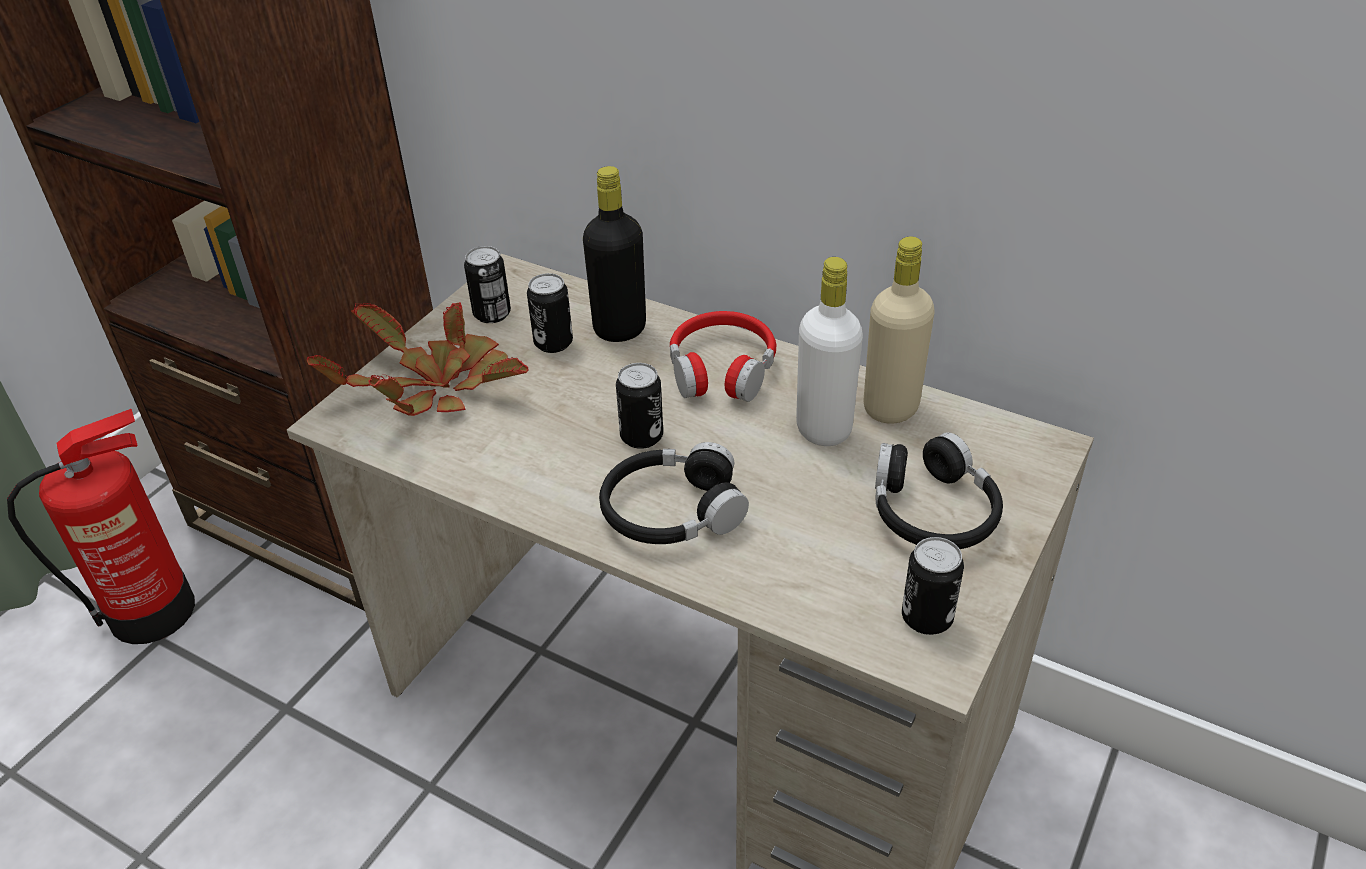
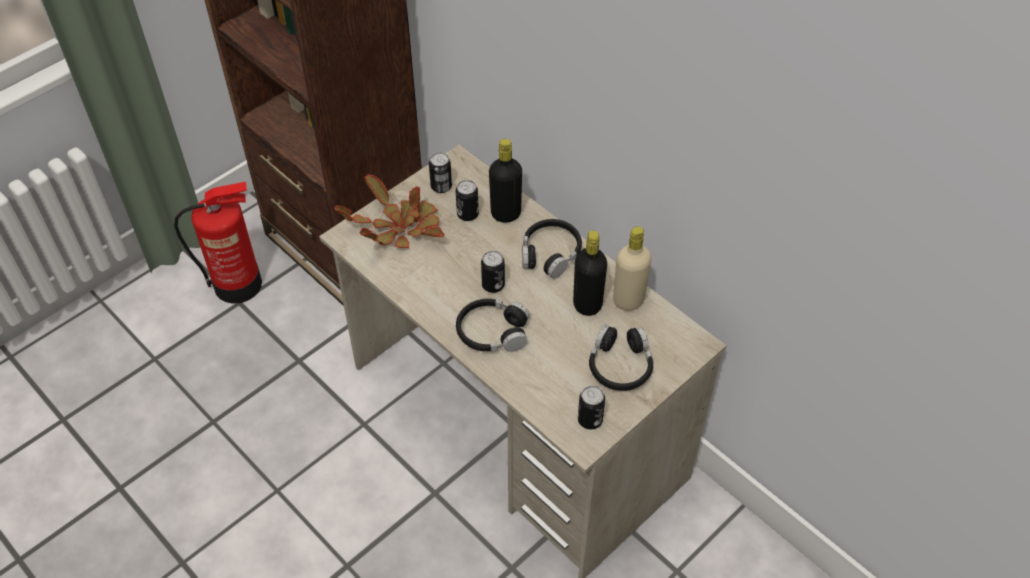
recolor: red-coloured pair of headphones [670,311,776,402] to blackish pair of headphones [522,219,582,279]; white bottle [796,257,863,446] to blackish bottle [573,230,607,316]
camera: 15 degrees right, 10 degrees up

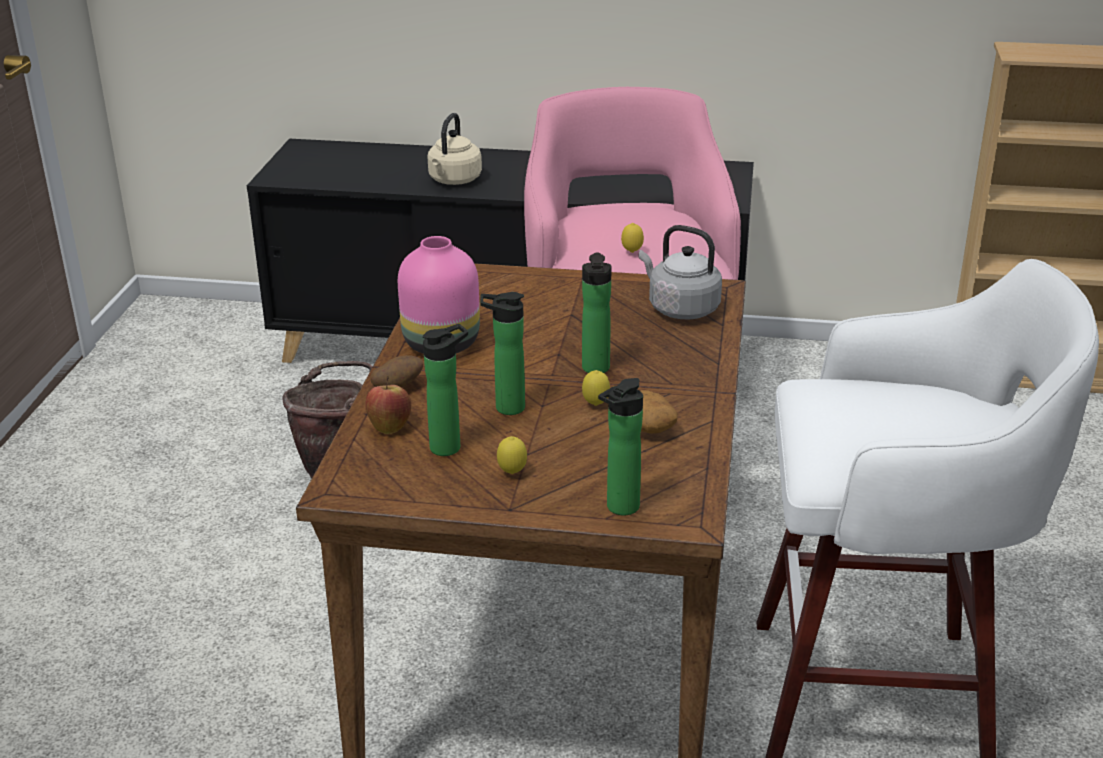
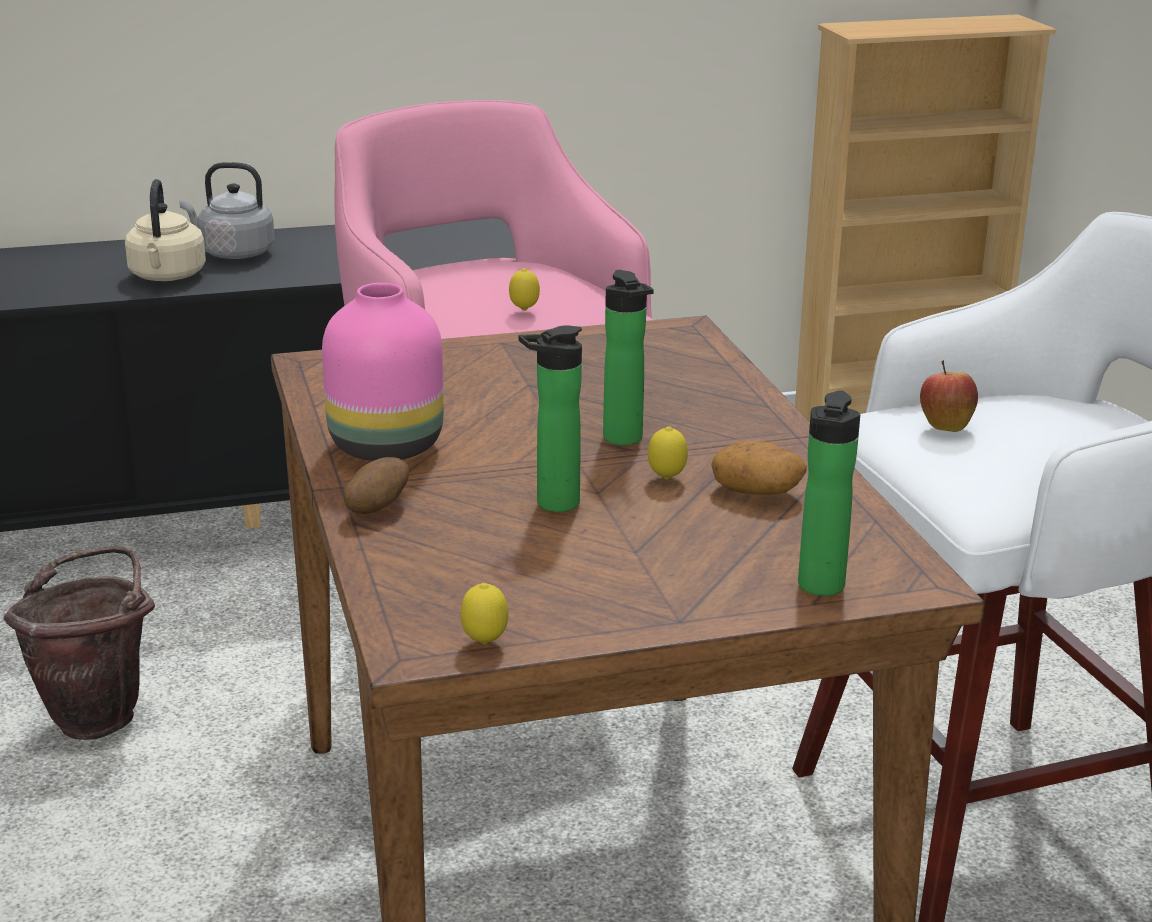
delete: bottle [423,324,468,456]
move: greyish kettle [639,225,722,320] to [179,162,275,259]; citrus fruit [497,436,527,474] to [460,583,509,644]; apple [365,376,411,434] to [920,360,978,432]
camera: 25 degrees left, 5 degrees down

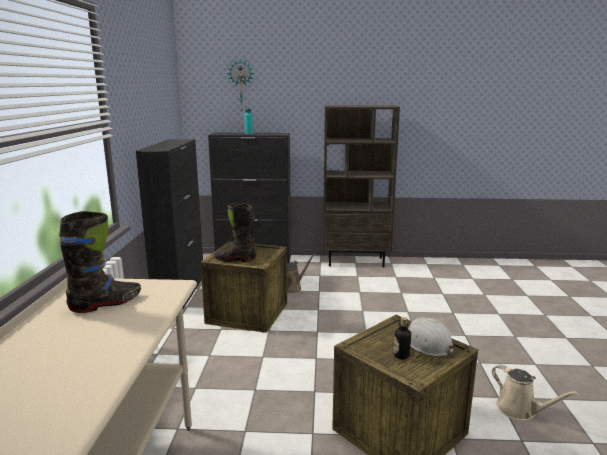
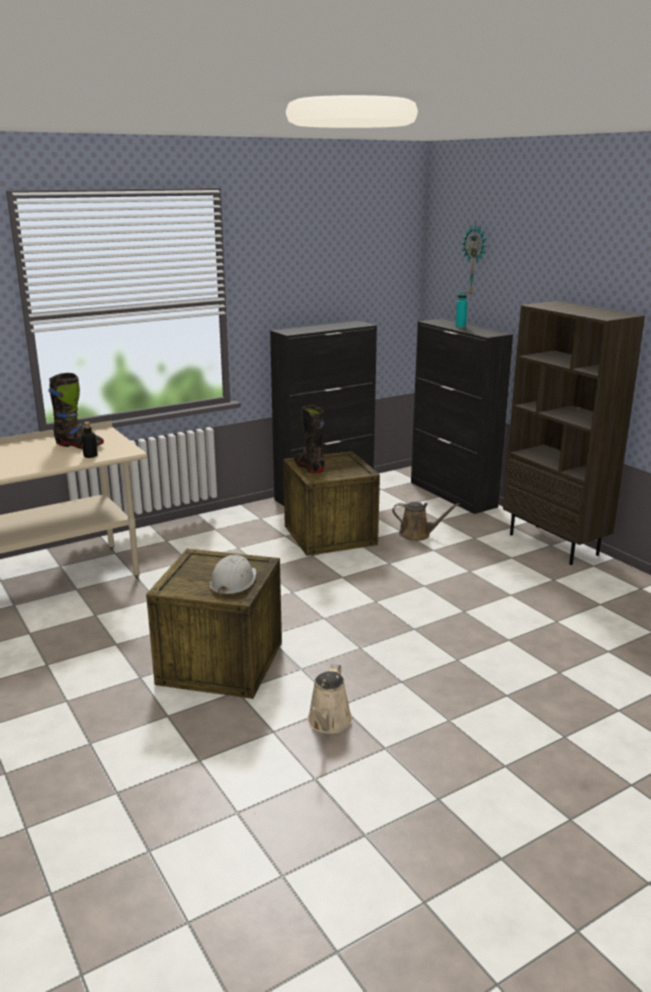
move: bottle [394,317,411,359] to [81,422,98,458]
camera: 55 degrees right, 5 degrees up

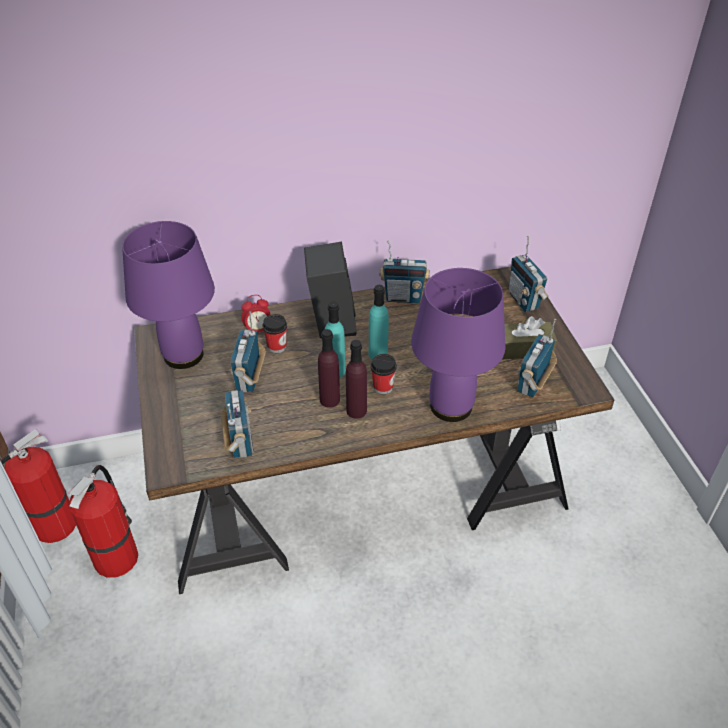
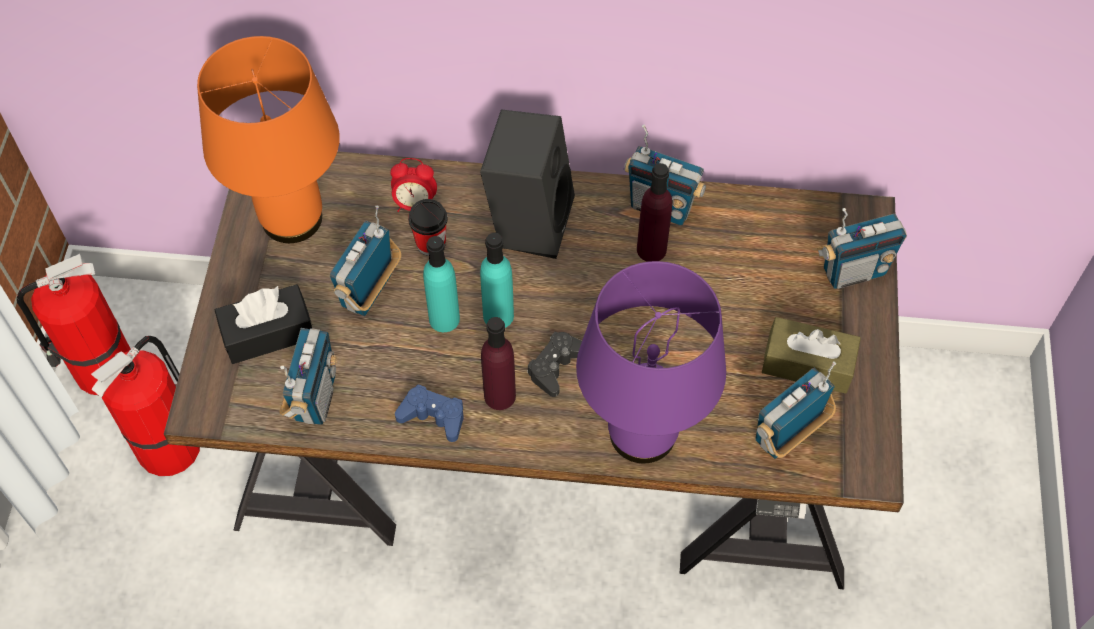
insert: blackish tissue box [215,284,312,364]; bluish joypad [395,384,464,442]
move: turquoise bottle [369,285,389,360] to [423,236,460,332]; purple-coloured bottle [318,329,340,408] to [637,163,672,262]
replace: cup [371,354,397,394] to blackish joypad [527,332,582,397]
recolor: purple-coloured tabletop lamp [122,221,215,369] to orange tabletop lamp [197,36,340,243]
rotate: radio set [509,236,549,312] = [817,208,907,289] 105 degrees counterclockwise
camera: 20 degrees right, 15 degrees up

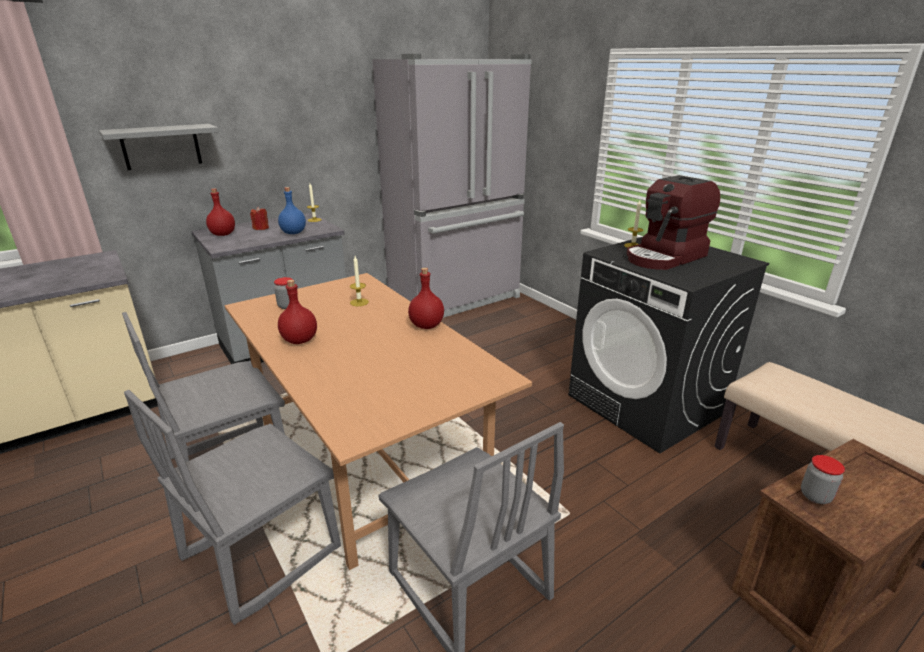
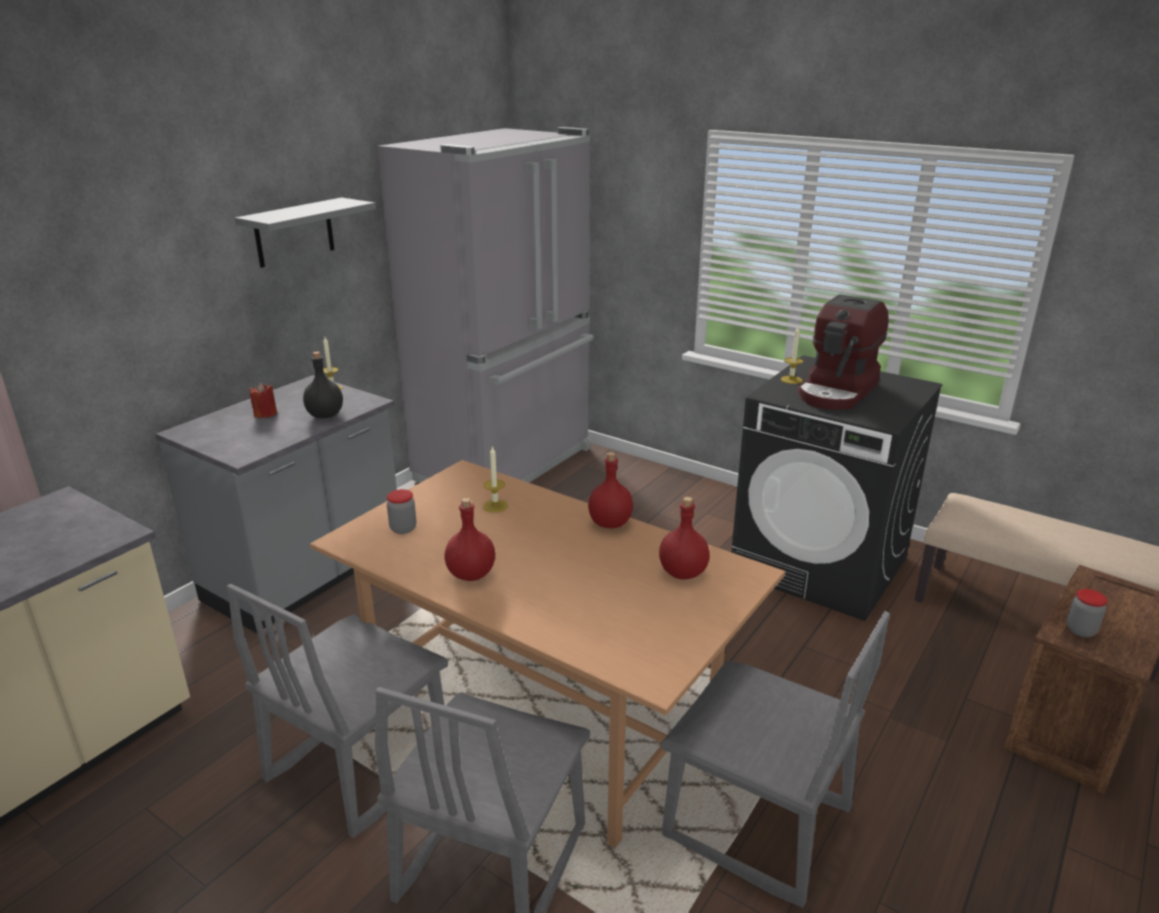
move: greyish wall shelf [99,124,219,170] to [234,197,376,268]; red-coloured bottle [206,188,235,236] to [659,497,710,579]
recolor: bluish bottle [278,187,306,234] to blackish bottle [303,352,343,418]
camera: 20 degrees left, 0 degrees up

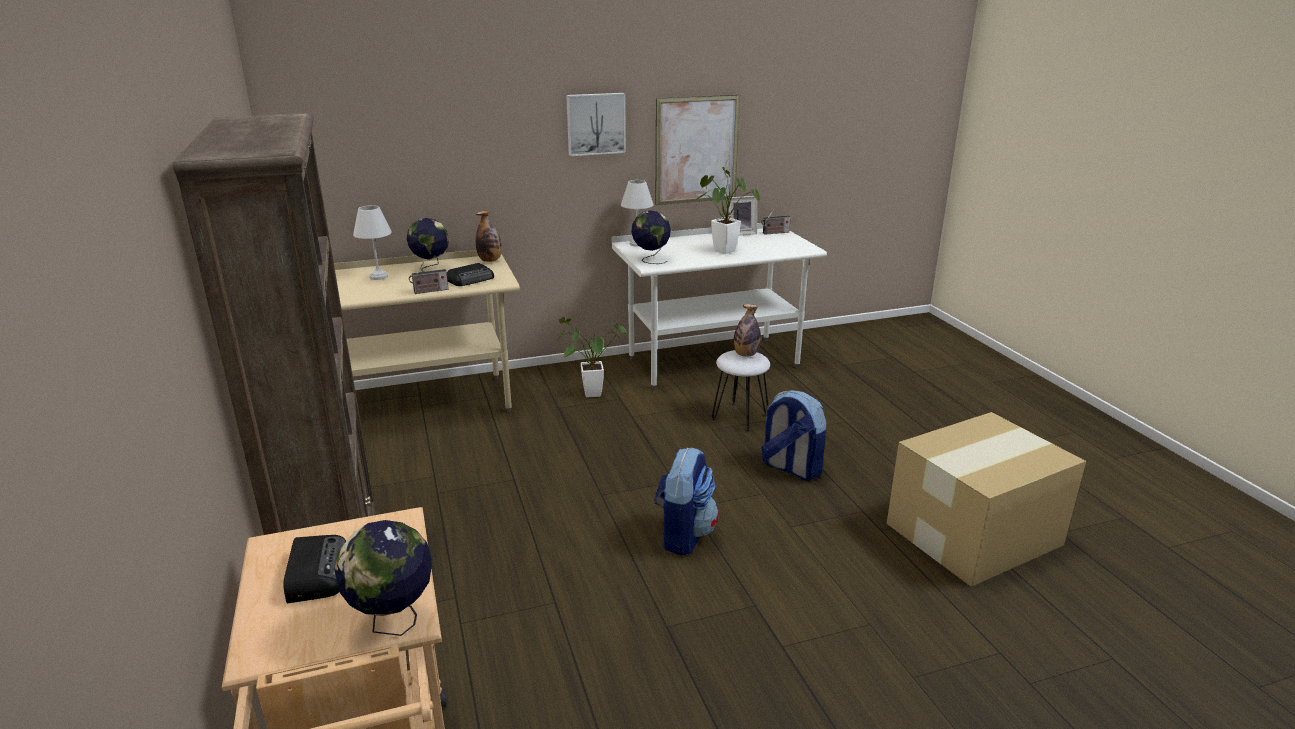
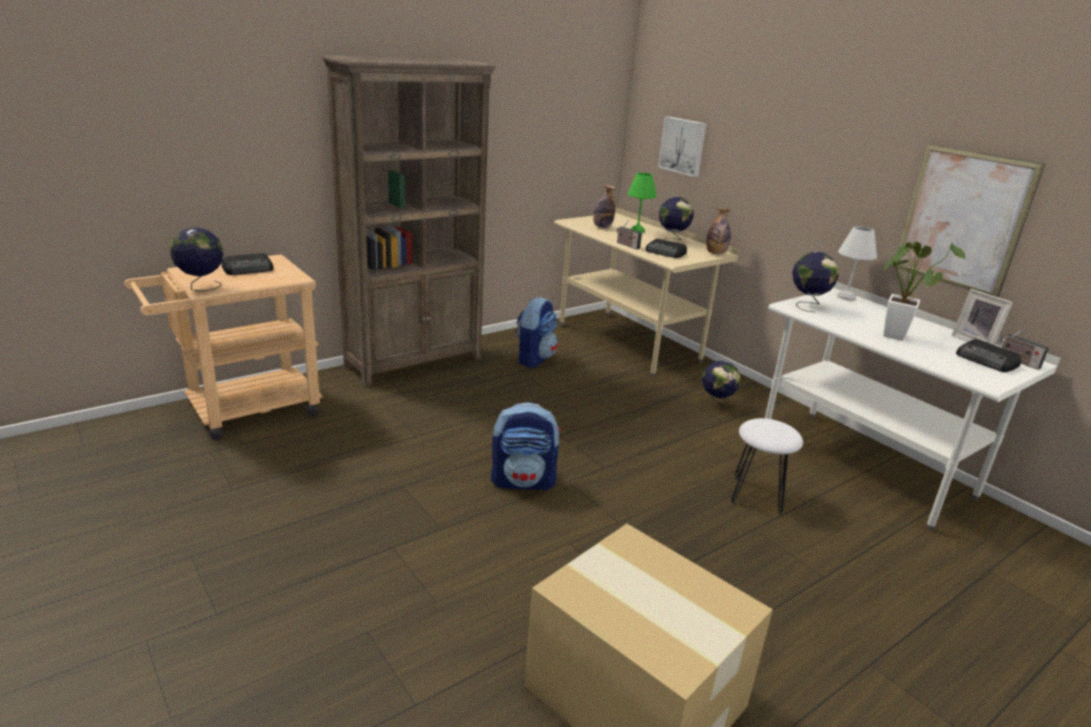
insert: radio set [956,339,1021,372]
move: knapsack [761,390,826,481] to [516,296,558,368]; bottle [734,304,761,356] to [593,185,616,228]; wall picture [566,93,626,156] to [658,116,706,177]
replace: plant in a pot [556,317,627,398] to desk globe [702,361,741,409]
recolor: white tabletop lamp [353,205,392,280] to greenish tabletop lamp [627,173,657,233]
camera: 70 degrees right, 0 degrees up

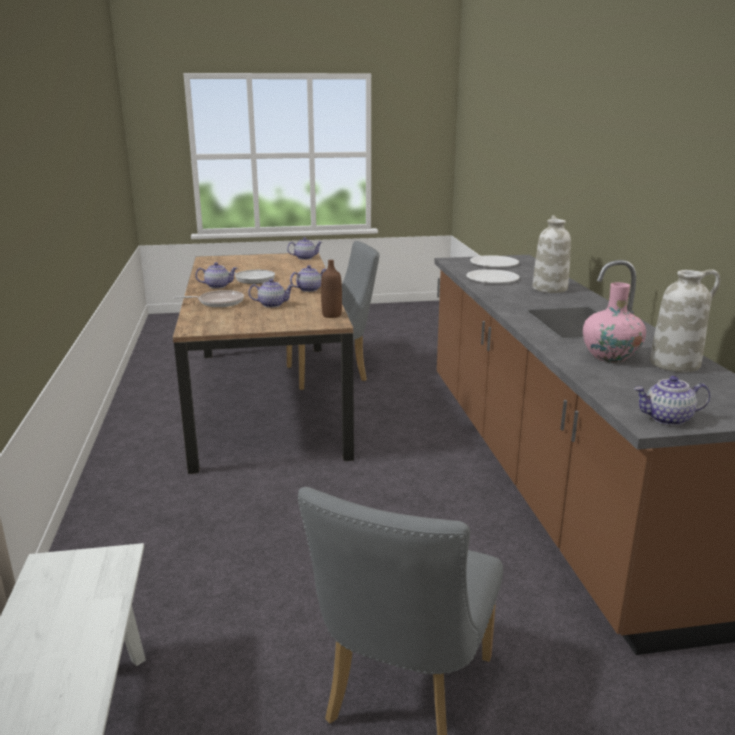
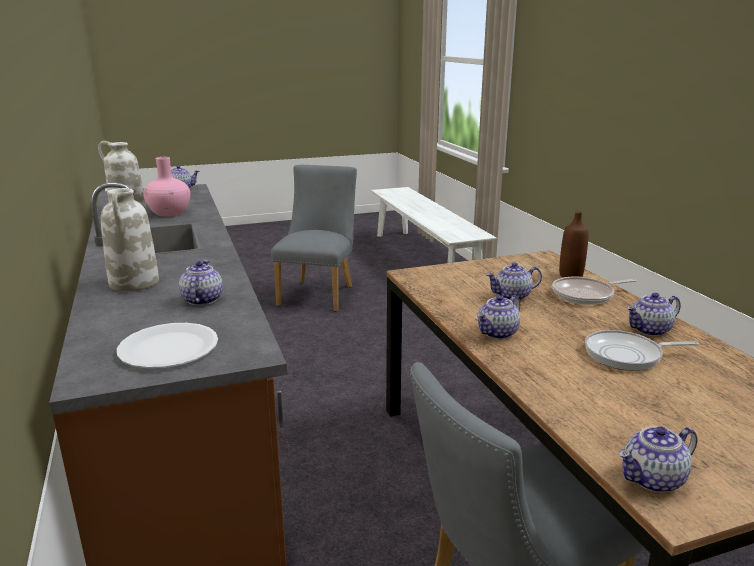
move: brown bottle [321,260,342,318] to [559,211,588,278]
replace: white plate [466,269,520,283] to tea pot [179,260,223,306]
camera: 170 degrees right, 0 degrees up

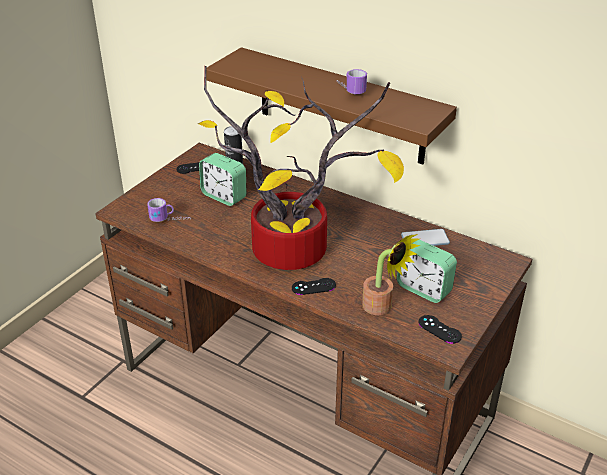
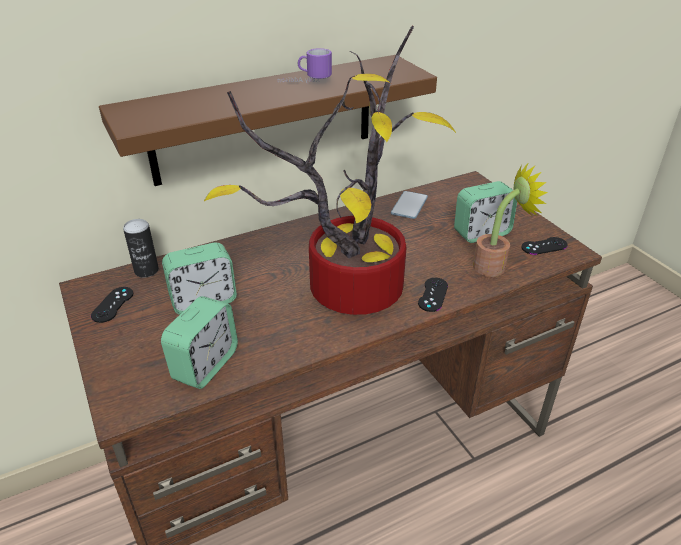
replace: tea mug [147,198,191,222] to alarm clock [161,296,238,389]
camera: 60 degrees left, 0 degrees up

